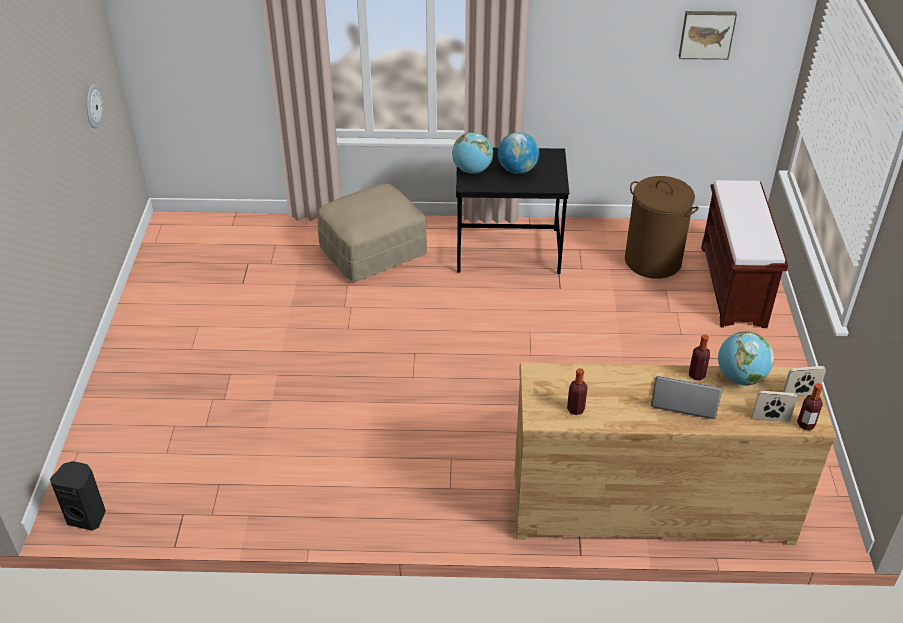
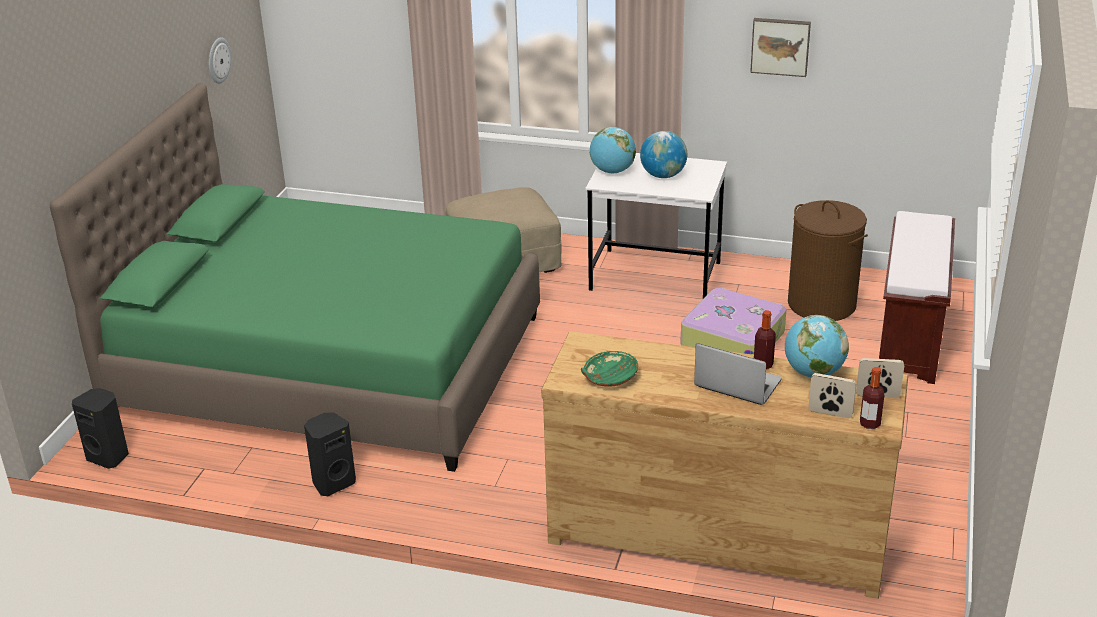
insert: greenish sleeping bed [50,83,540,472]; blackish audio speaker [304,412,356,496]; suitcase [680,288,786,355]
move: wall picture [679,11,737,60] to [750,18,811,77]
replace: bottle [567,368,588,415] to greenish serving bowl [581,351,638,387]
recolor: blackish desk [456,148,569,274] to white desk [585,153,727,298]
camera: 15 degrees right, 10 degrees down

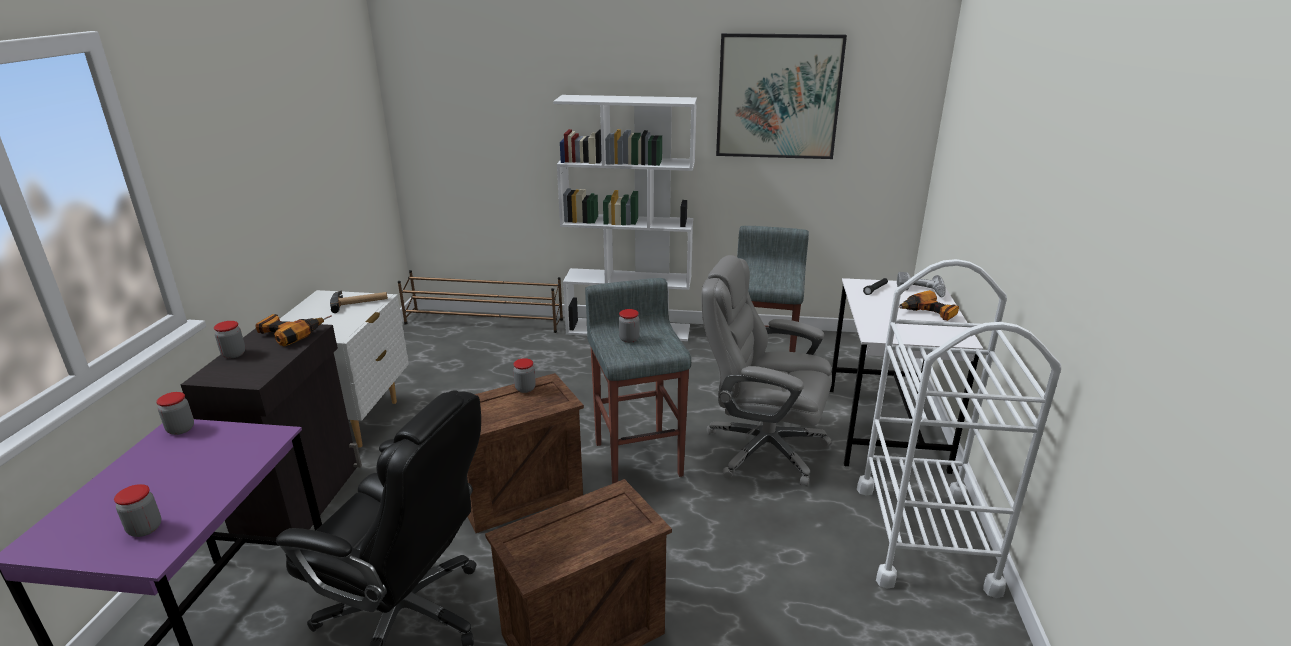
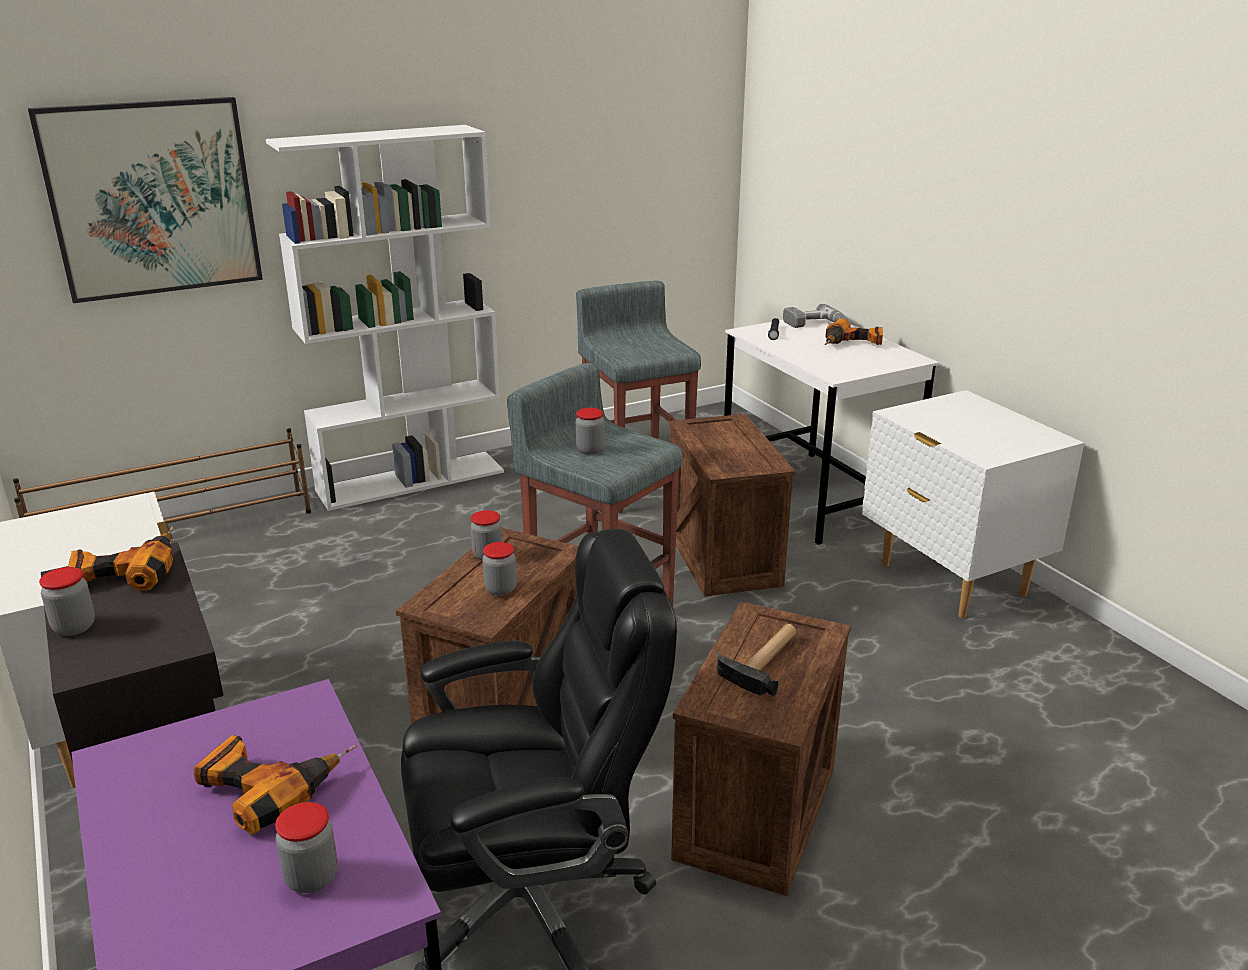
insert: power drill [194,735,357,835]
move: wall picture [716,33,847,159] to [28,97,263,303]; storage jar [156,392,194,435] to [482,542,517,596]; hand hammer [330,290,388,313] to [717,624,796,697]
replace: greyish desk chair [702,255,832,487] to shipping crate [669,414,796,597]; white trolley [857,259,1061,598] to white bedside table [862,390,1084,619]
camera: 35 degrees left, 0 degrees up

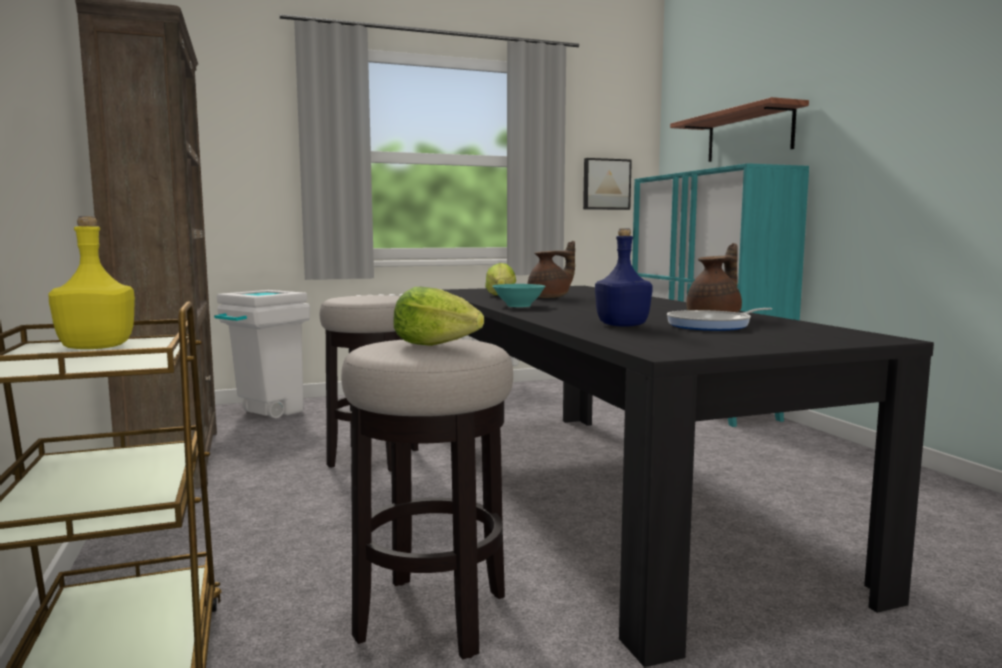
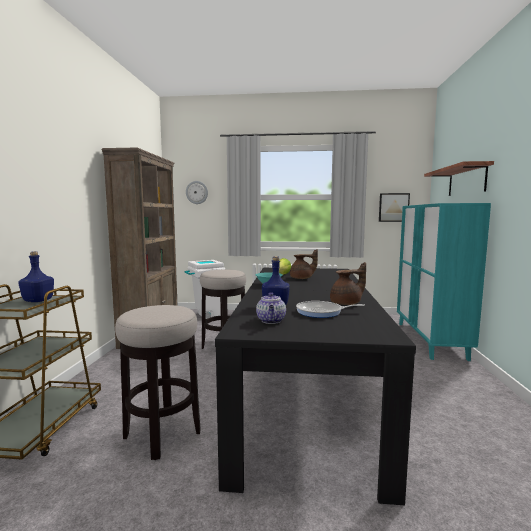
delete: lettuce [394,287,484,346]
insert: hanging clock [186,181,208,204]; tea pot [256,292,286,324]
recolor: yellow bottle [48,216,135,349] to bluish bottle [18,251,54,302]
camera: 25 degrees right, 0 degrees up

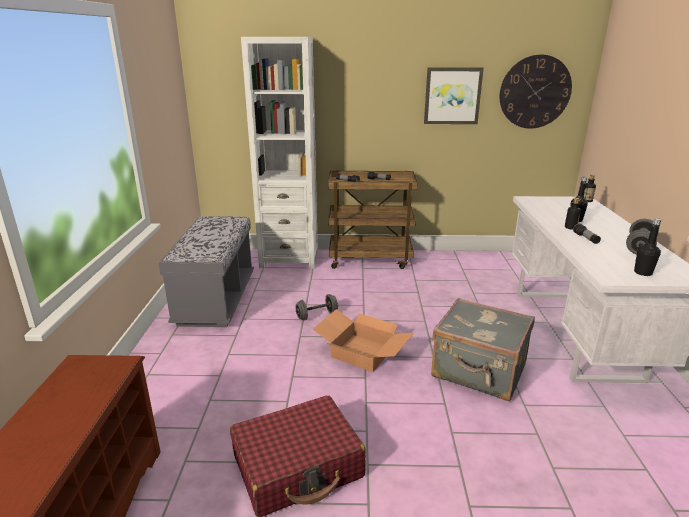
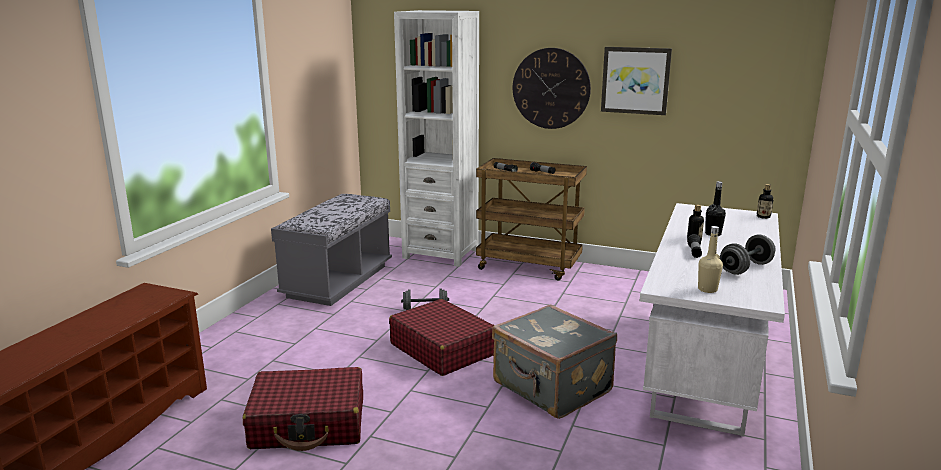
move: hanging clock [500,55,572,129] to [513,48,591,129]
replace: cardboard box [313,309,414,372] to red-coloured suitcase [389,299,495,376]
recolor: blackish bottle [634,218,661,276] to sand-coloured bottle [698,226,723,293]
camera: 20 degrees right, 5 degrees down

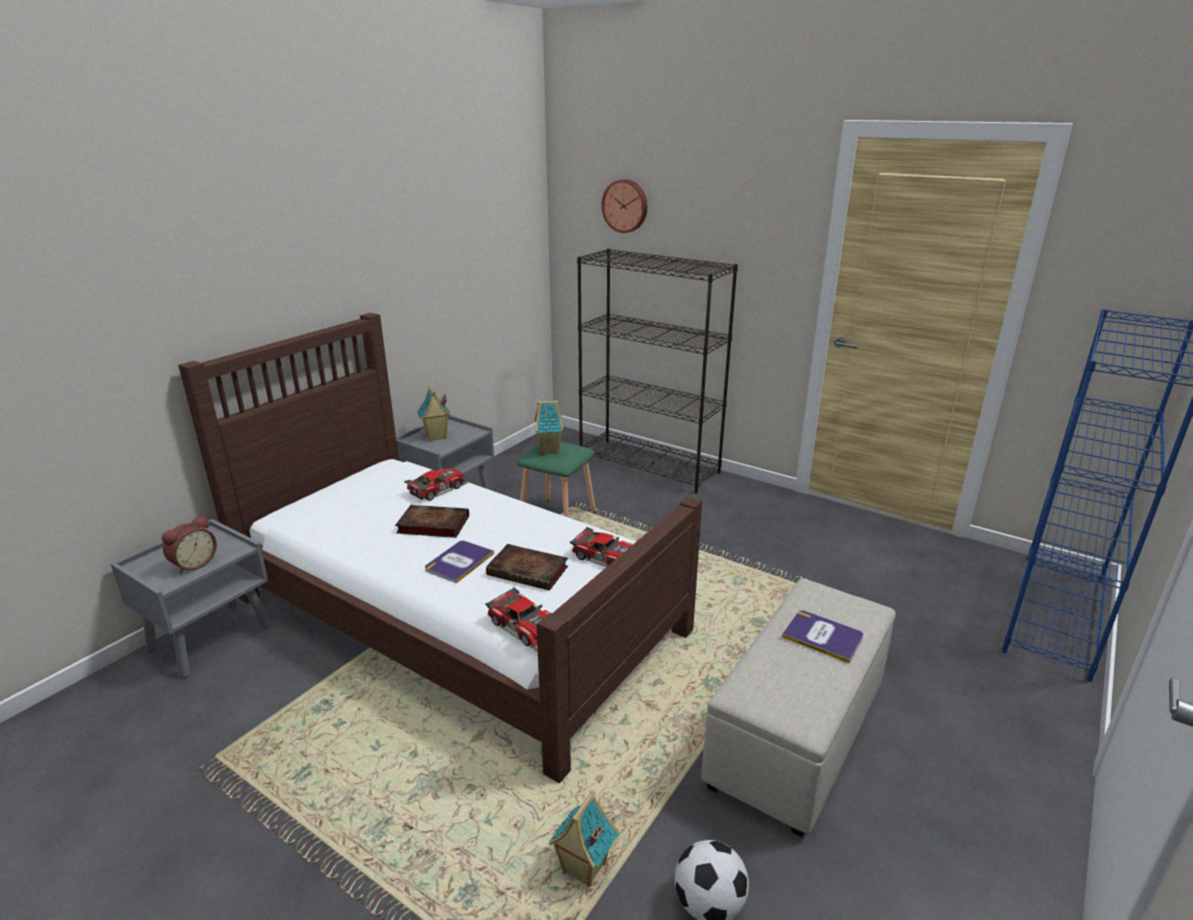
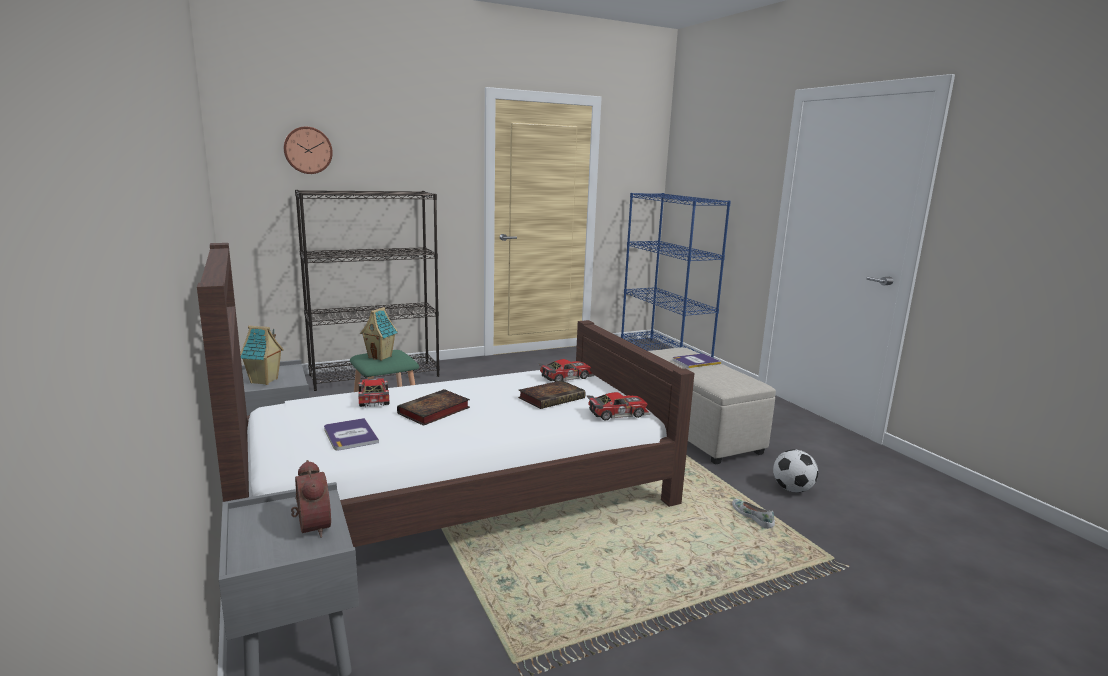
move: book [425,541,494,583] to [324,418,379,450]
replace: toy house [549,791,618,888] to white item of footwear [732,499,775,529]
camera: 60 degrees left, 10 degrees down

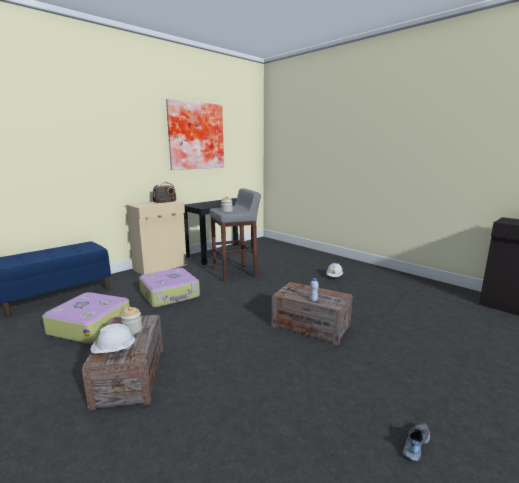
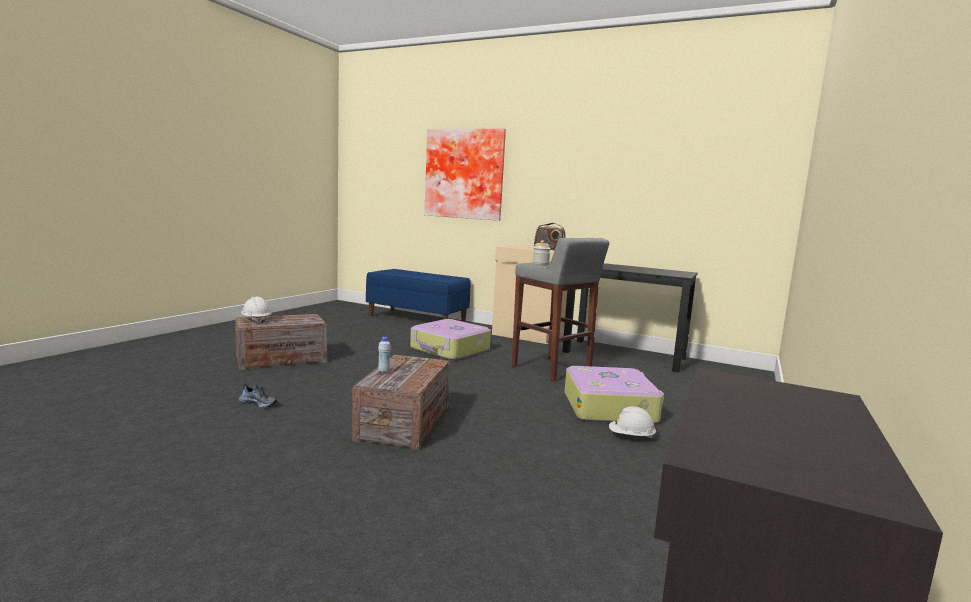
delete: storage jar [121,307,142,334]
move: item of footwear [403,423,430,461] to [239,384,278,408]; wall picture [166,99,224,170] to [424,129,506,221]; suitcase [42,292,130,344] to [564,366,664,424]
camera: 70 degrees right, 5 degrees down

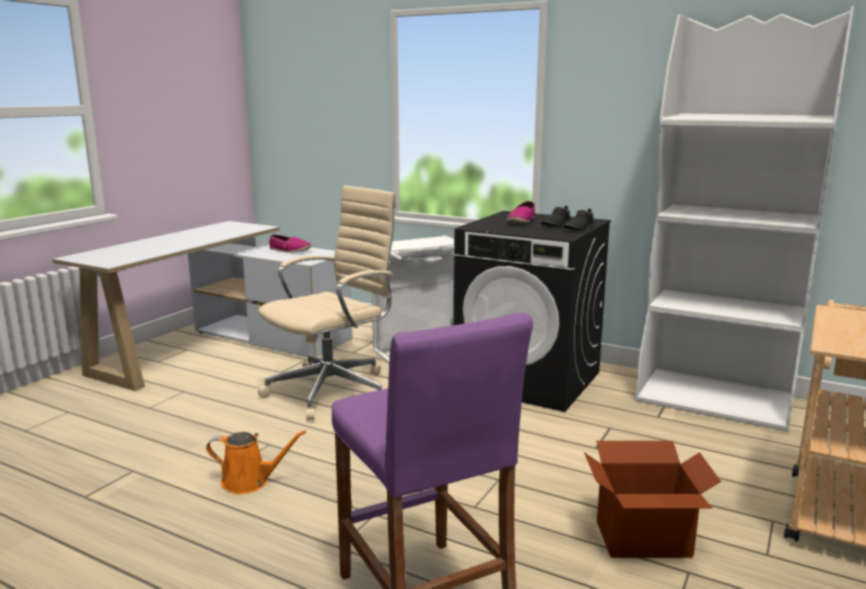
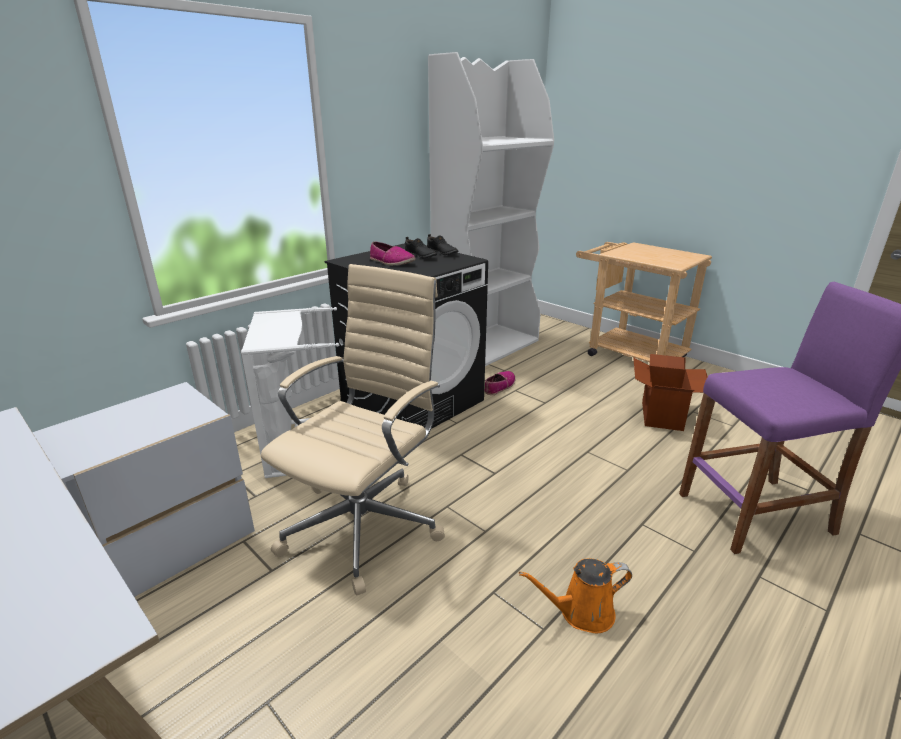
move: item of footwear [269,234,312,253] to [484,371,515,395]
rotate: sand-coloured desk chair [258,185,397,421] = [261,264,445,595] 60 degrees clockwise; orange watering pot [206,430,306,494] = [519,559,632,633] 120 degrees counterclockwise
camera: 75 degrees left, 10 degrees up

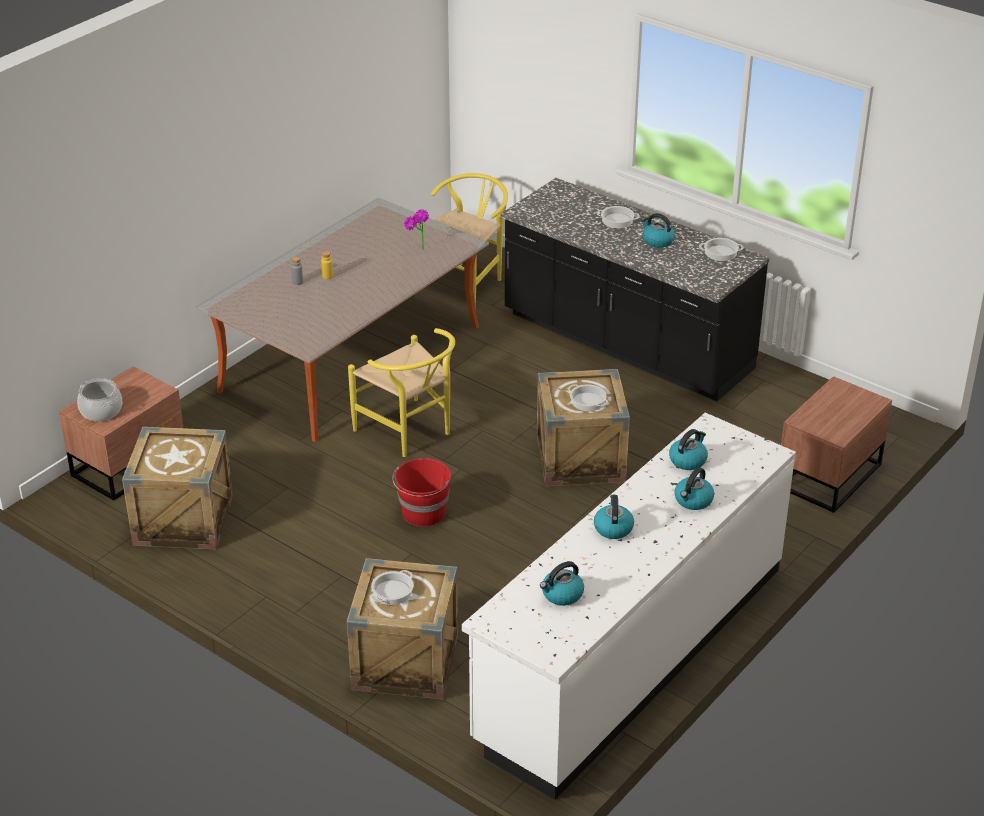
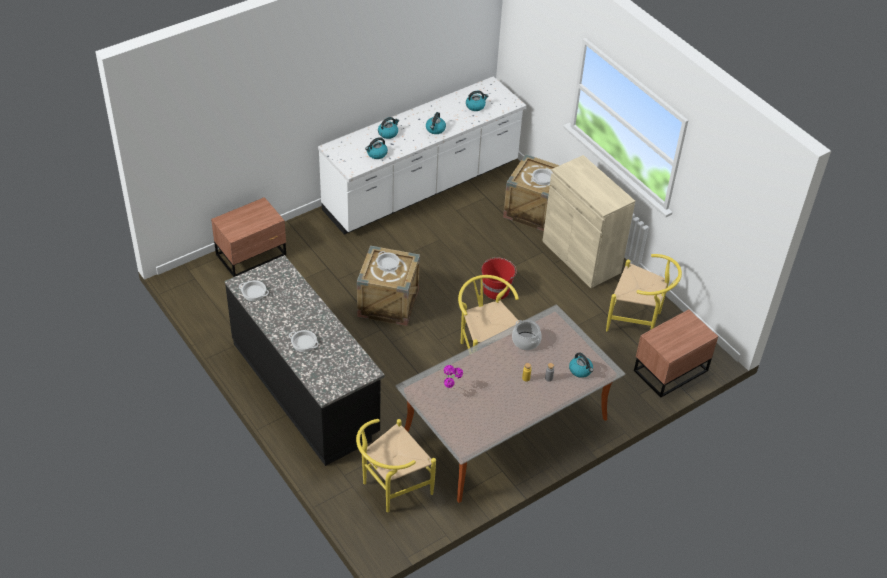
insert: sand-coloured cupboard [542,155,635,288]
move: cooking pot [77,378,122,421] to [512,320,542,350]; kettle [641,213,675,248] to [569,352,593,378]
replace: shipping crate [122,427,233,550] to yellow plain chair [606,254,682,331]
camera: 165 degrees left, 10 degrees up

